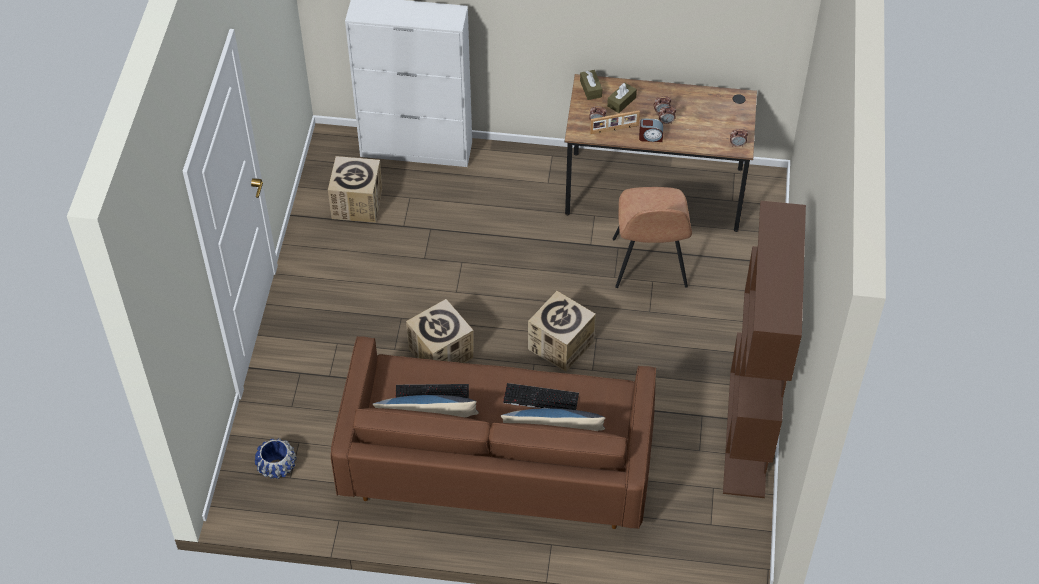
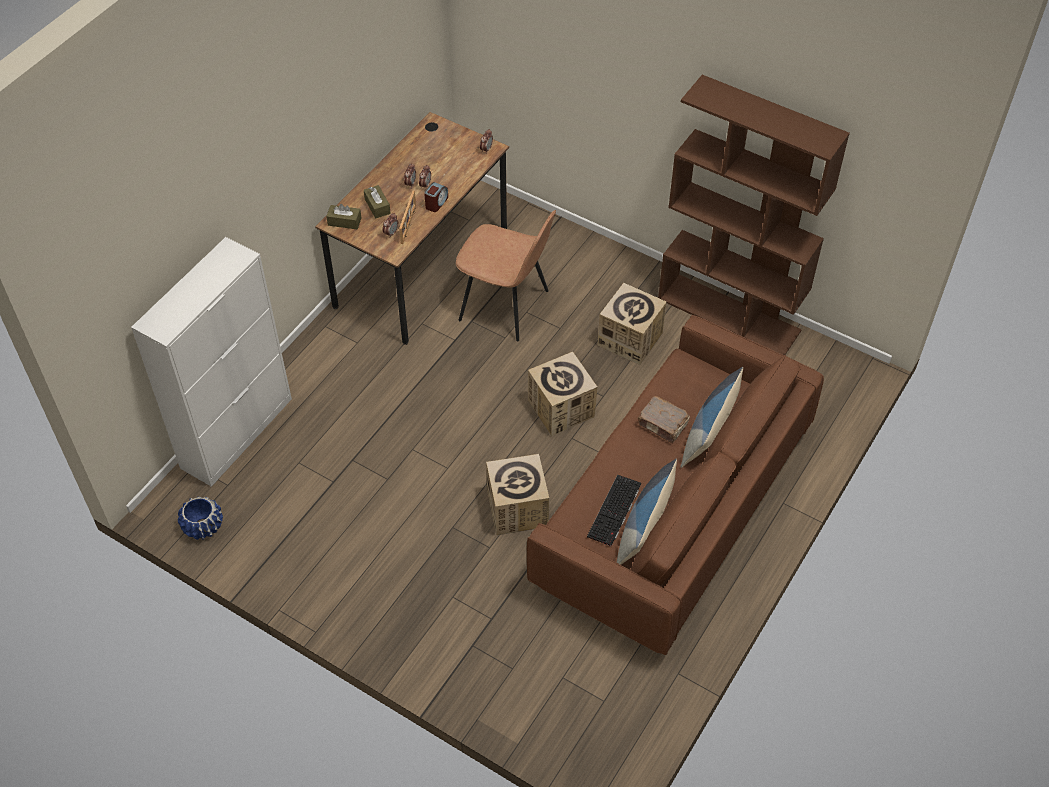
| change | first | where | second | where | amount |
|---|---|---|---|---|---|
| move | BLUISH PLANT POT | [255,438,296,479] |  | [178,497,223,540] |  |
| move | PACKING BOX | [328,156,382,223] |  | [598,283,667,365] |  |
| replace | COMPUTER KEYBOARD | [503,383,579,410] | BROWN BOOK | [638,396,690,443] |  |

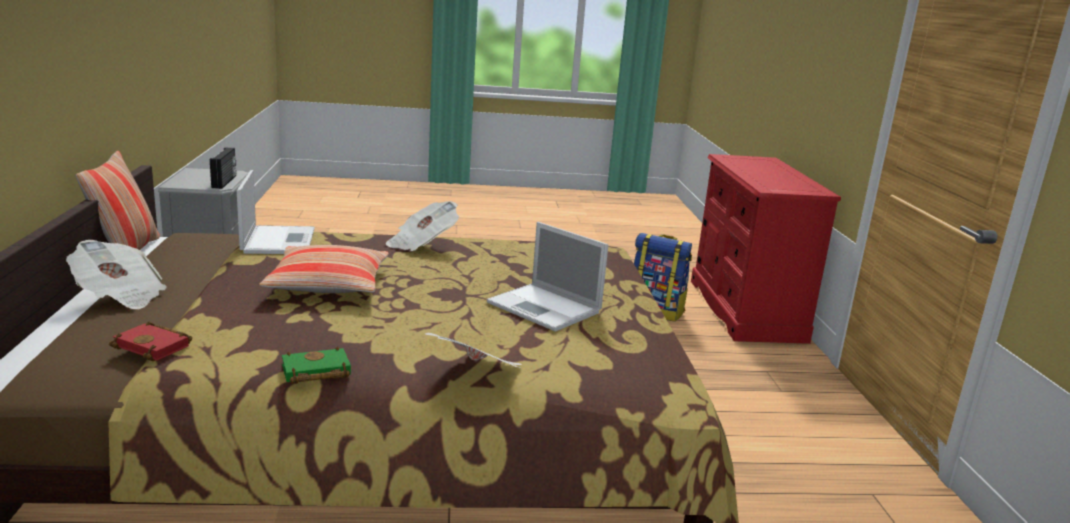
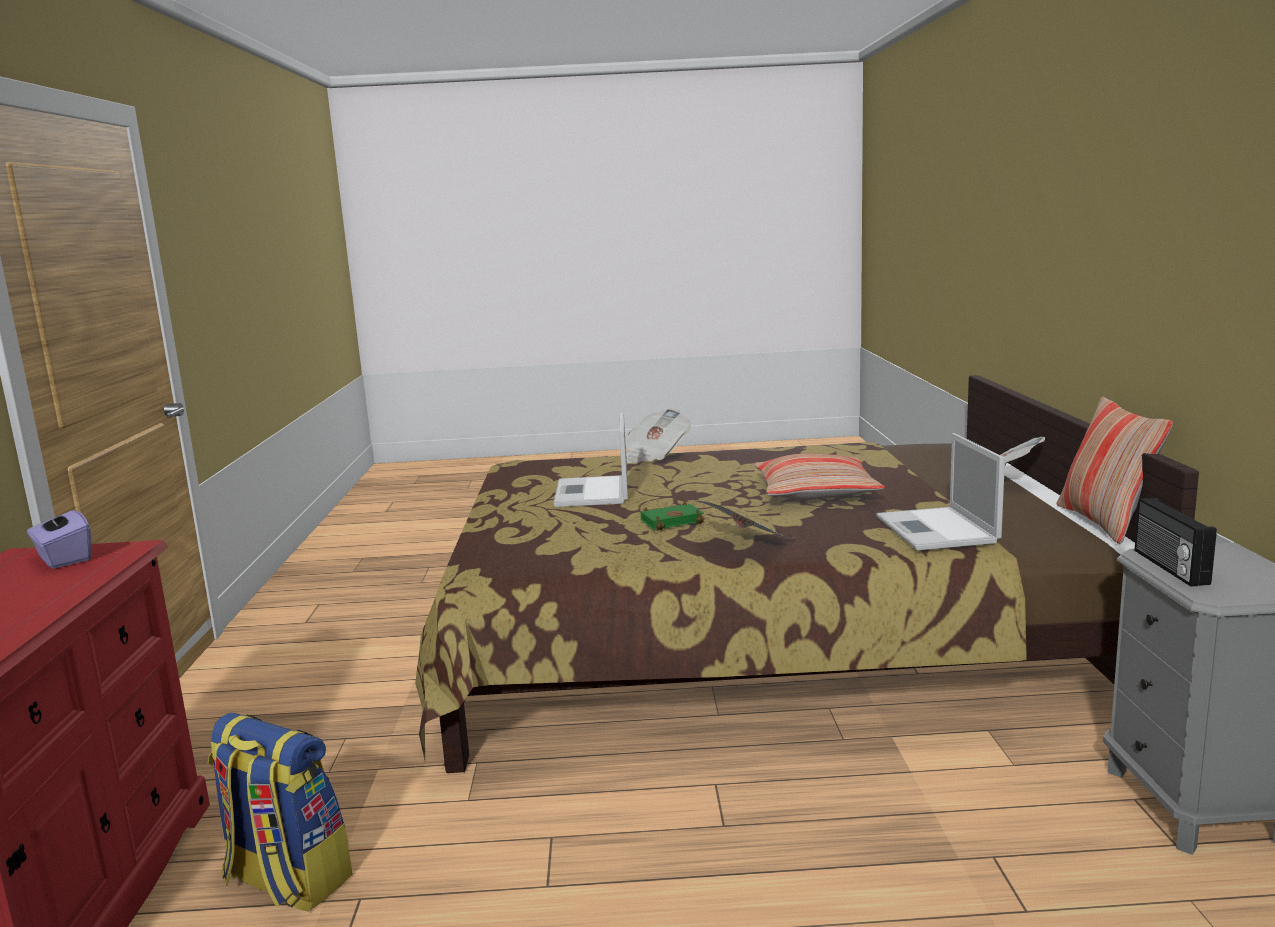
| change | first | where | second | where | amount |
|---|---|---|---|---|---|
| delete | RED-COLOURED BOOK | [109,322,192,361] |  |  |  |
| insert |  |  | PURPLE TISSUE BOX | [27,505,92,569] |  |
| move | GREENISH BOOK | [282,347,351,384] |  | [640,502,704,531] |  |
| rotate | LAPTOP | [487,222,608,332] |  | [553,413,628,507] | 135 degrees counterclockwise |

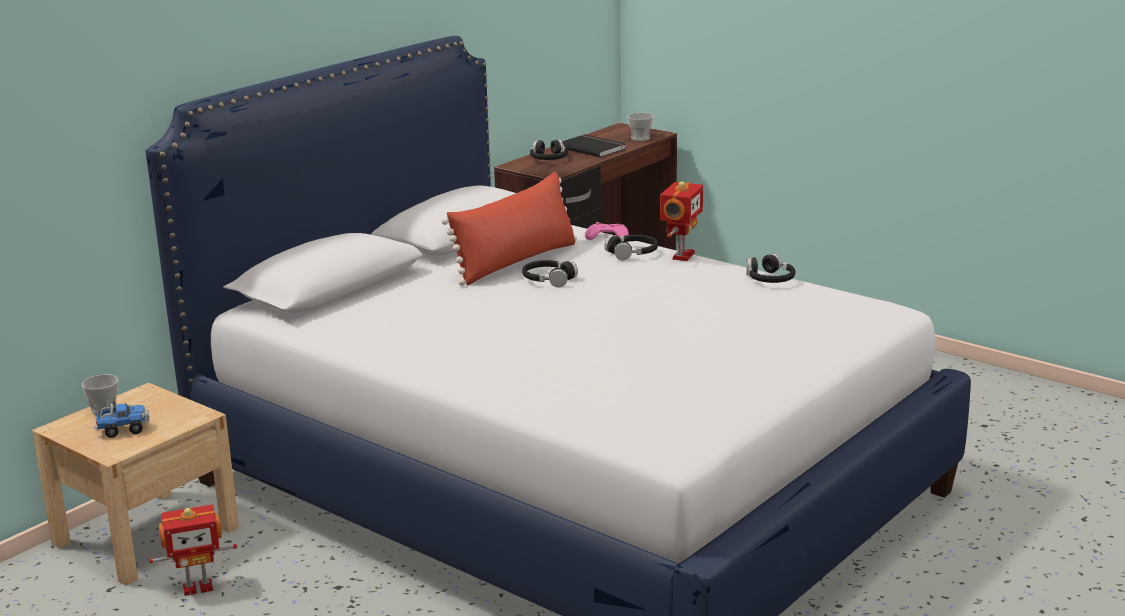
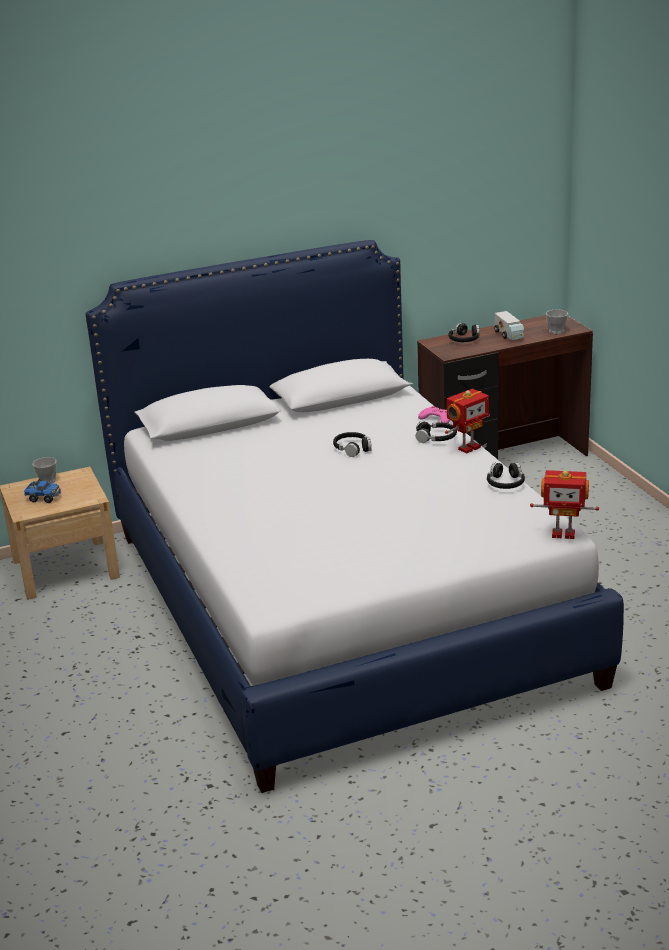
| change | first | where | second | where | amount |
|---|---|---|---|---|---|
| delete | RED-COLOURED THROW PILLOW | [441,172,577,286] |  |  |  |
| move | ROBOT FIGURE | [149,505,237,596] |  | [530,470,599,539] |  |
| replace | BLACKISH BOOK | [562,134,625,158] | MODEL TRUCK | [494,311,524,340] |  |

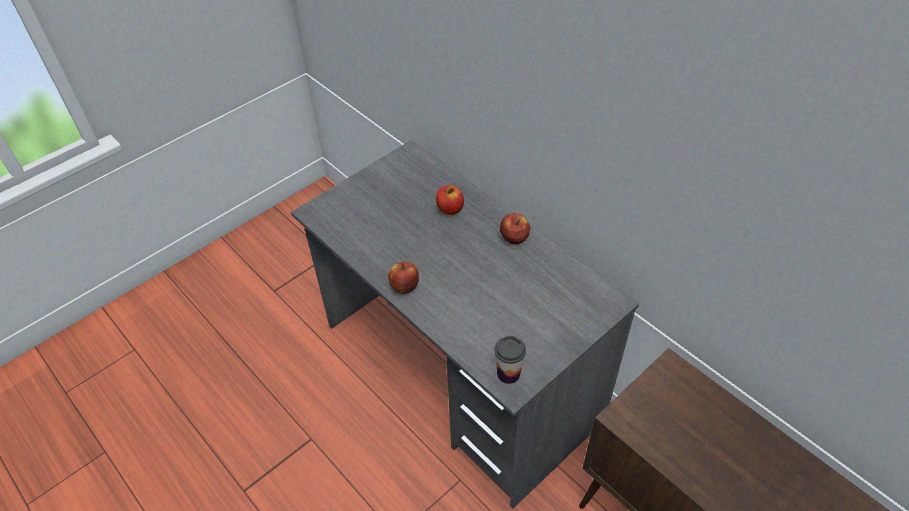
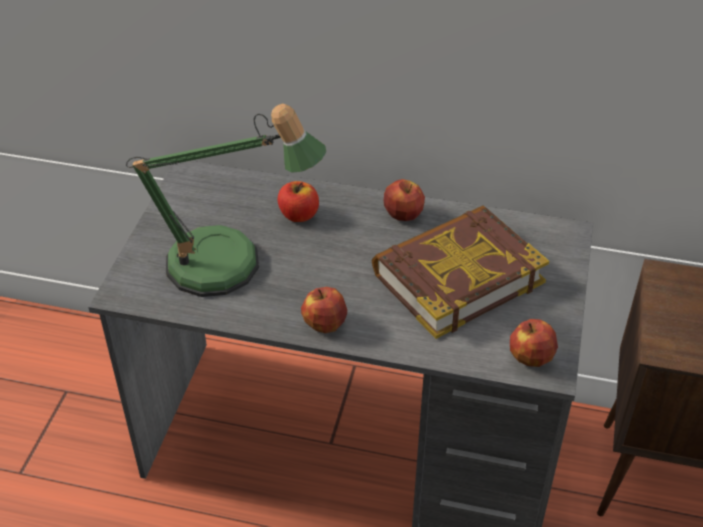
| change | first | where | second | where | amount |
|---|---|---|---|---|---|
| insert |  |  | TABLE LAMP | [126,103,326,297] |  |
| insert |  |  | BOOK | [372,205,549,339] |  |
| replace | SMALL CUP | [494,336,526,384] | APPLE | [510,319,558,367] |  |

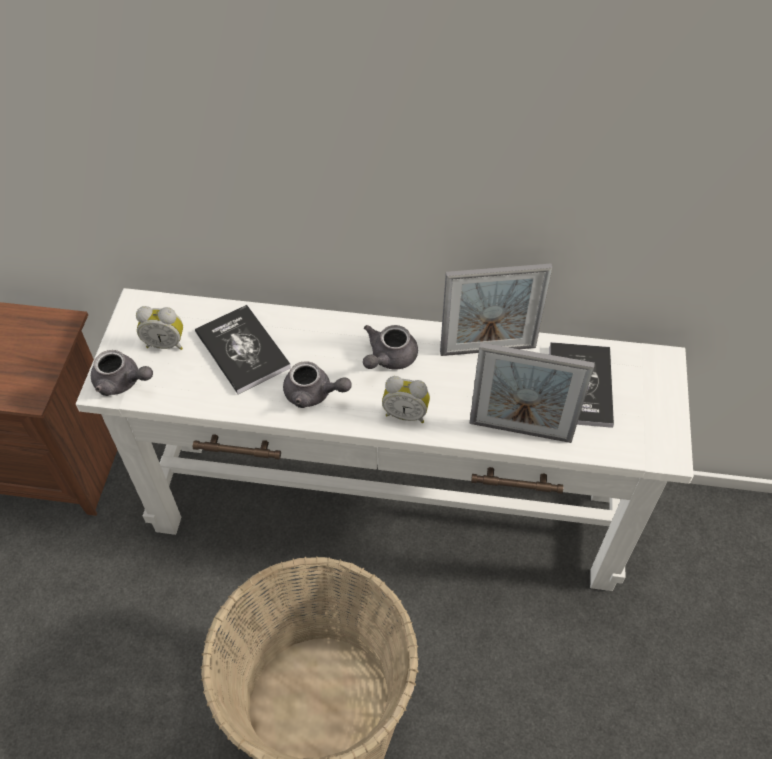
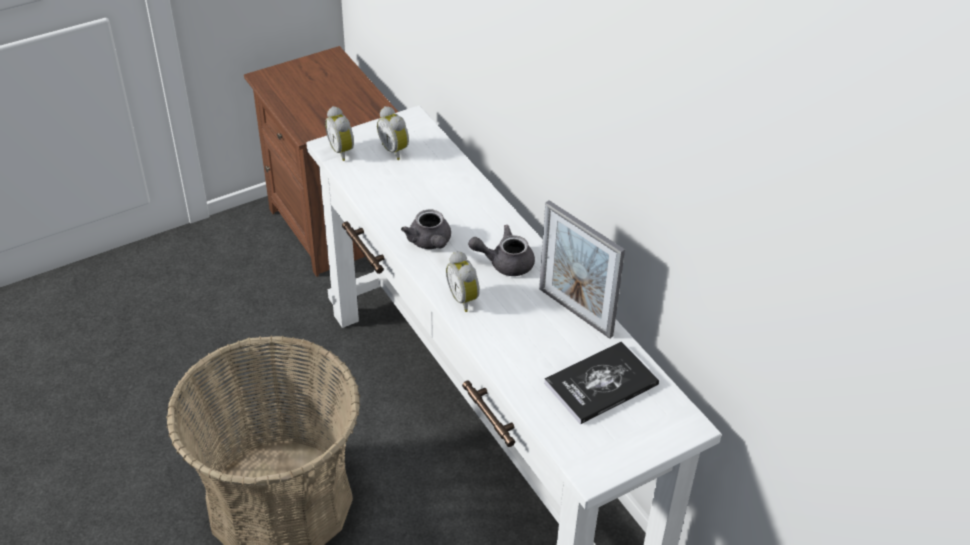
| change | first | where | second | where | amount |
|---|---|---|---|---|---|
| delete | BOOK | [195,305,291,395] |  |  |  |
| delete | STANDING FRAME | [469,342,595,443] |  |  |  |
| replace | GRAY TEAPOT | [91,350,153,396] | BEDSIDE CLOCK | [325,106,354,161] |  |

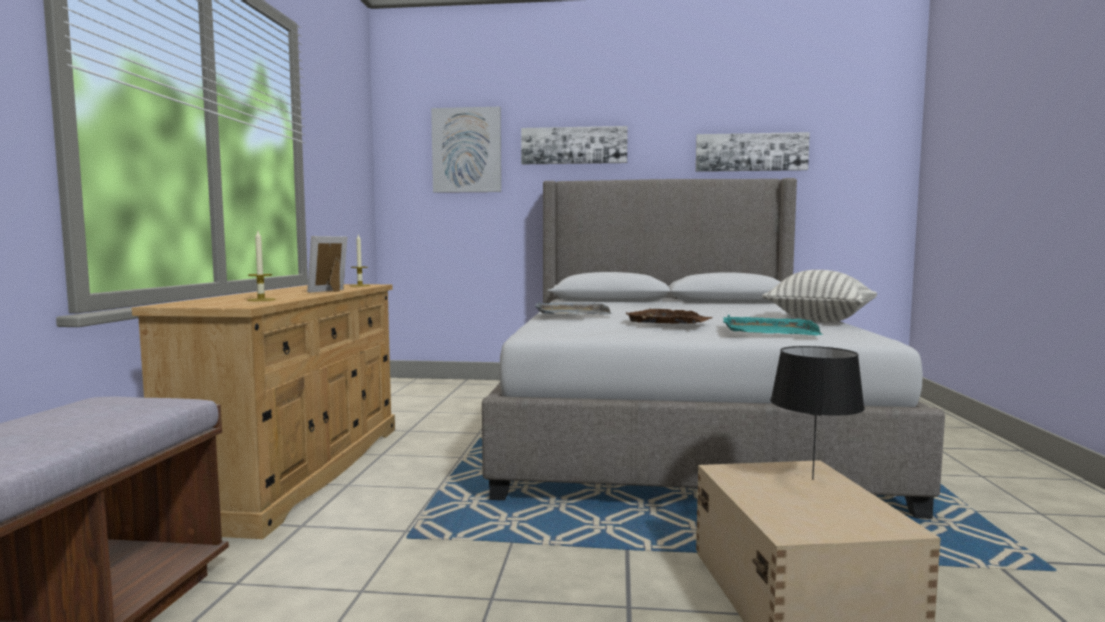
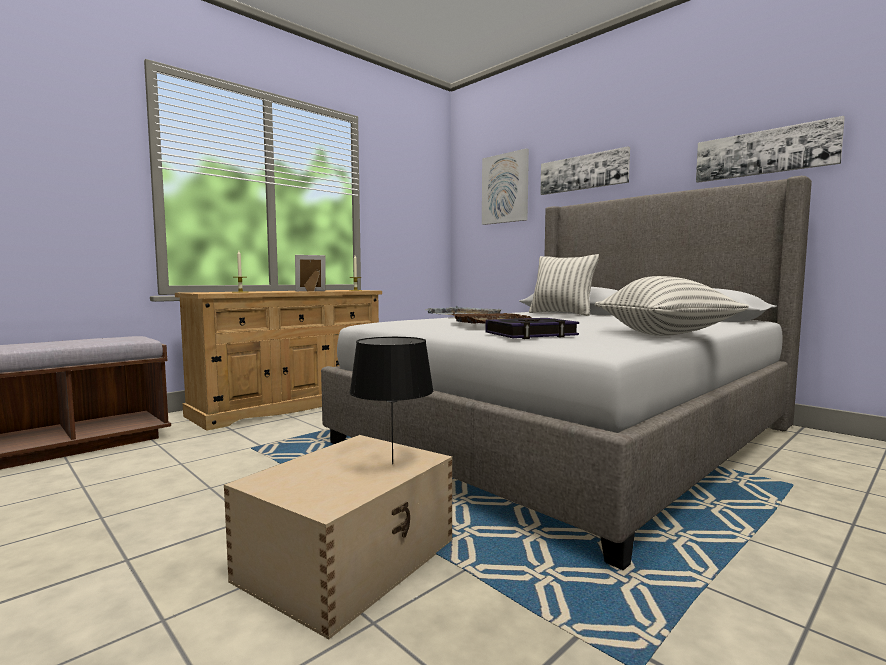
| change | first | where | second | where | amount |
|---|---|---|---|---|---|
| insert |  |  | THROW PILLOW | [529,254,599,316] |  |
| replace | BLUE-GREEN CARRYING TRAY | [723,315,823,335] | BOOK | [485,318,579,339] |  |

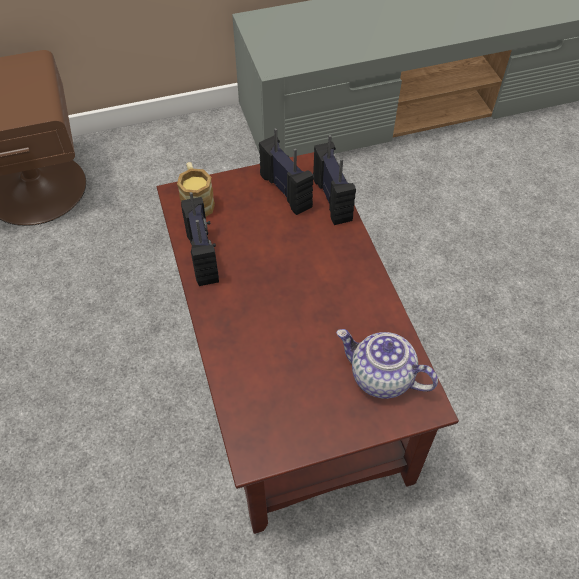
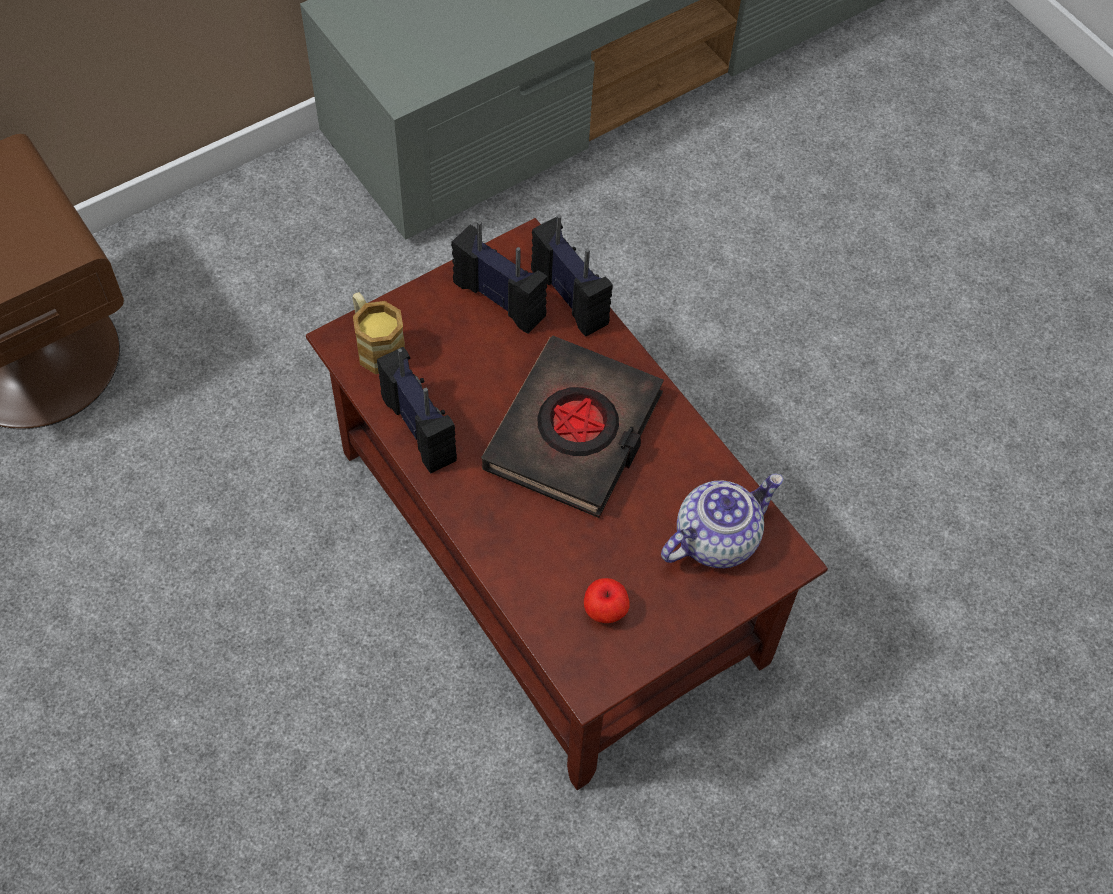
| change | first | where | second | where | amount |
|---|---|---|---|---|---|
| insert |  |  | BLACKISH BOOK | [481,335,664,518] |  |
| insert |  |  | APPLE | [584,578,630,623] |  |
| rotate | TEAPOT | [336,329,438,399] |  | [661,474,783,568] | 135 degrees clockwise |

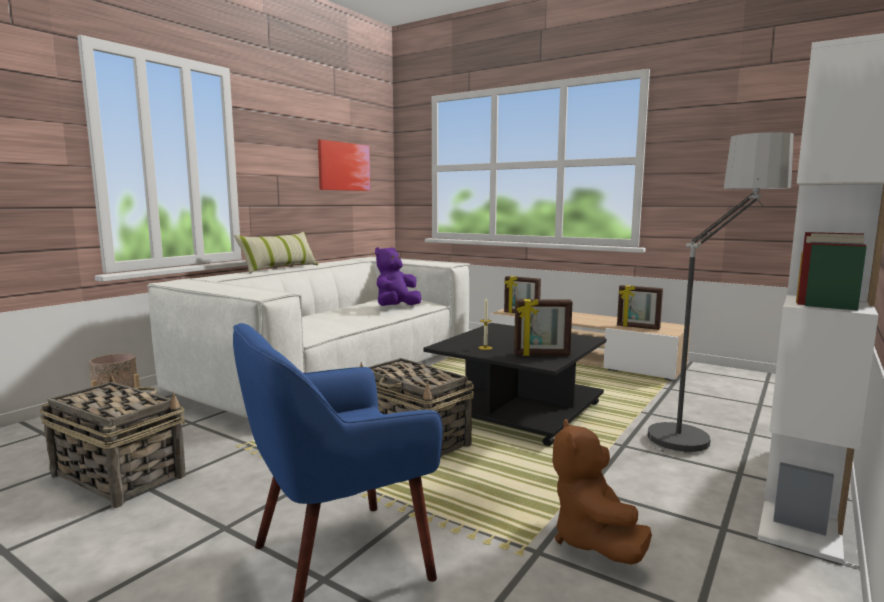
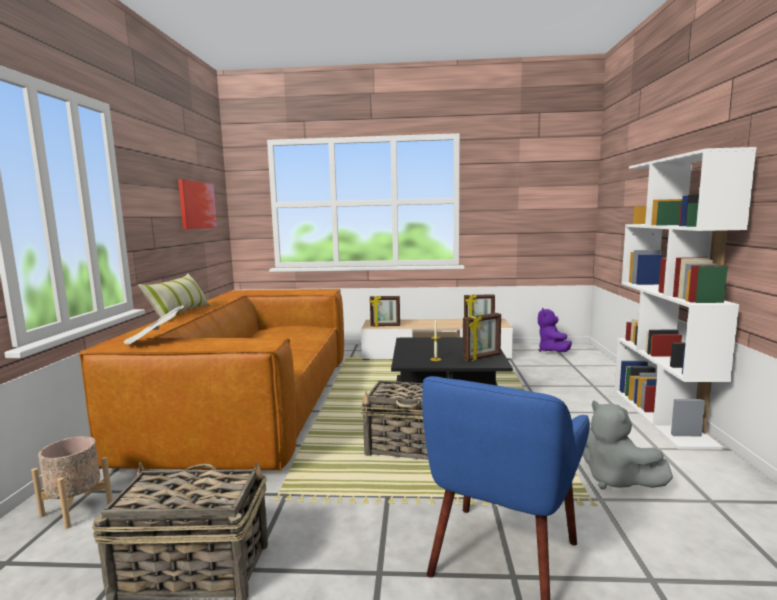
| change | first | where | second | where | amount |
|---|---|---|---|---|---|
| delete | STANDARD LAMP | [647,132,794,454] |  |  |  |
| insert |  |  | PRINTED PAPER | [124,305,184,345] |  |
| move | PURPLE CUDDLY TOY | [375,247,421,306] |  | [538,308,572,352] |  |
| recolor | WHITISH SOFA | [147,257,470,418] | BROWN SOFA | [79,289,344,471] |  |
| recolor | BROWN CUDDLY TOY | [552,419,652,564] | GRAY CUDDLY TOY | [583,400,673,489] |  |

